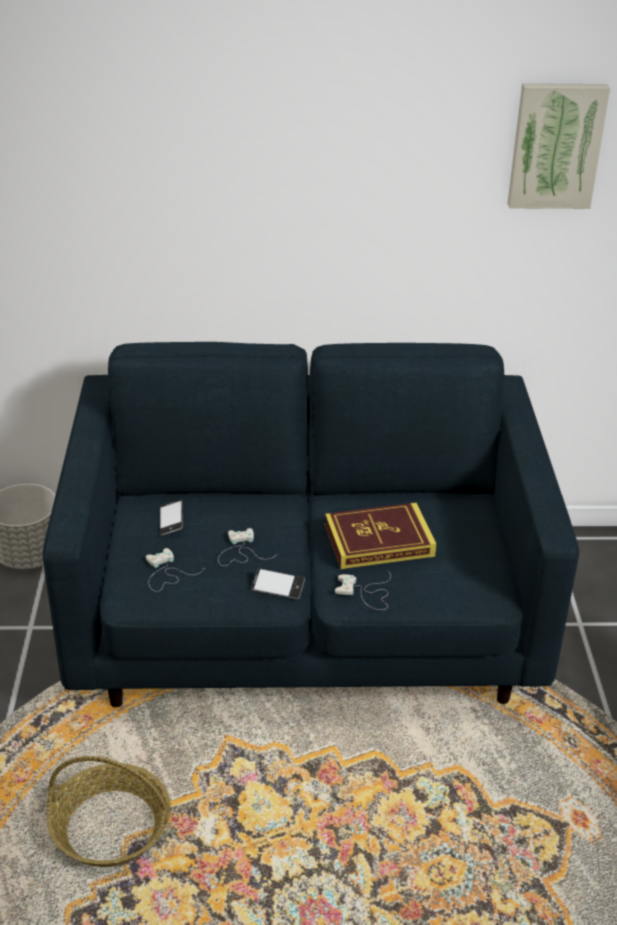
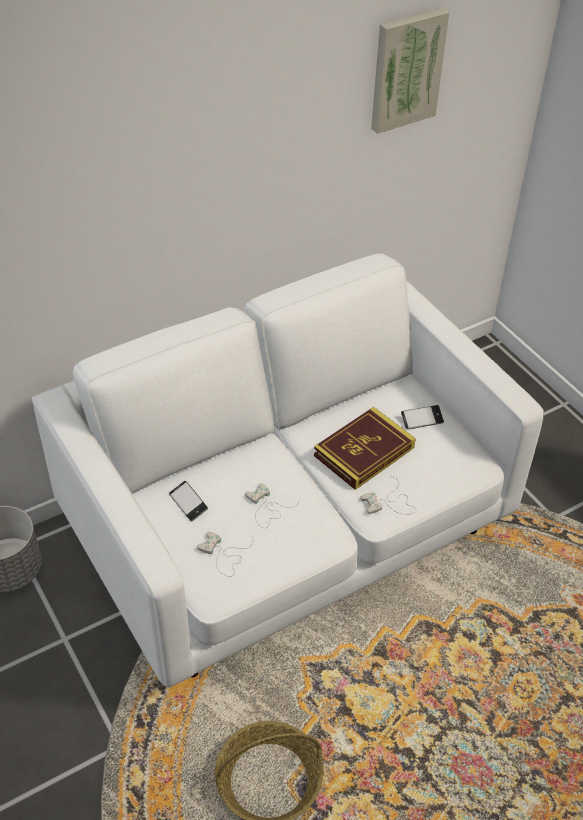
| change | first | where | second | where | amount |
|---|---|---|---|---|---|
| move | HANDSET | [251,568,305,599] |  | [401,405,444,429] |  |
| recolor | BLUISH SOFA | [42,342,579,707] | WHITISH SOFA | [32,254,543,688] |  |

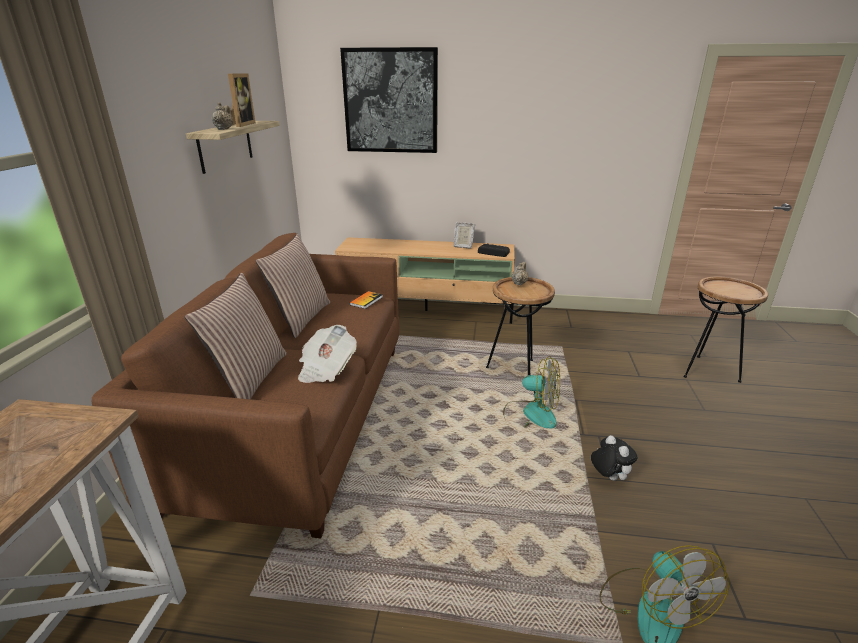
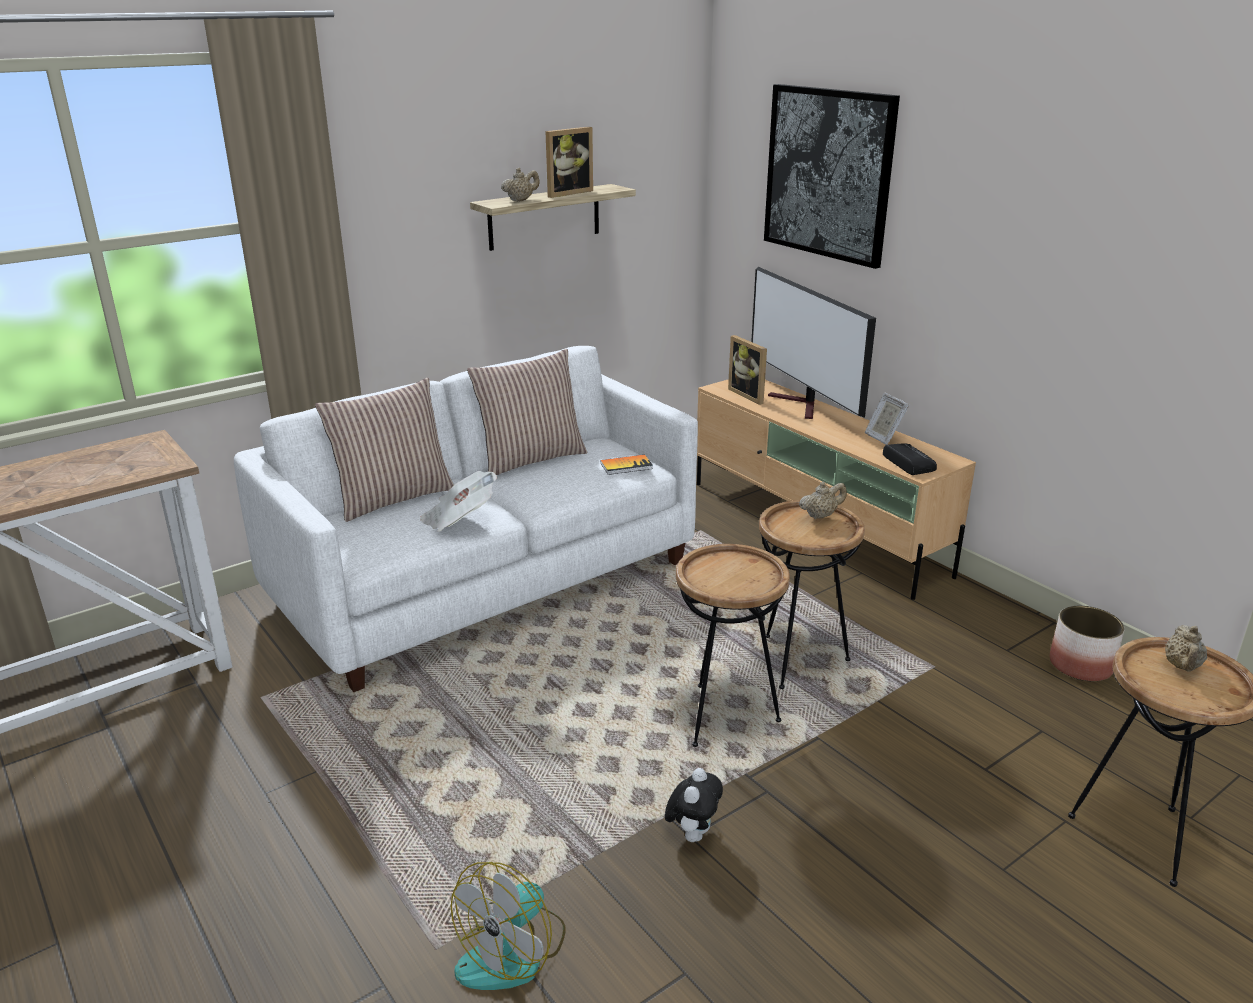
| change | first | where | second | where | amount |
|---|---|---|---|---|---|
| insert |  |  | STANDING FRAME | [728,335,767,405] |  |
| insert |  |  | TELEVISION | [751,267,876,419] |  |
| insert |  |  | PLANT POT | [1049,606,1125,681] |  |
| insert |  |  | BEIGE TEAPOT | [1165,625,1207,672] |  |
| replace | FAN | [503,356,560,429] | BROWN ACCENT TABLE | [676,544,790,747] |  |
| recolor | BROWN SOFA | [91,233,399,539] | WHITISH SOFA | [234,346,698,692] |  |

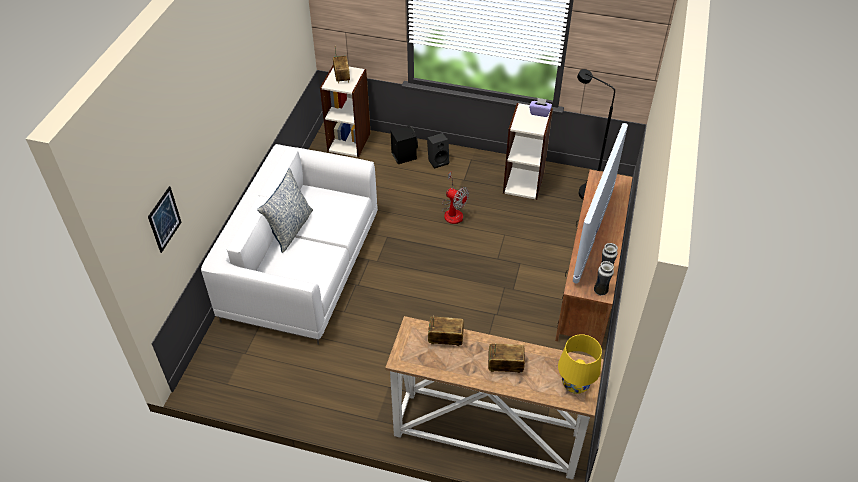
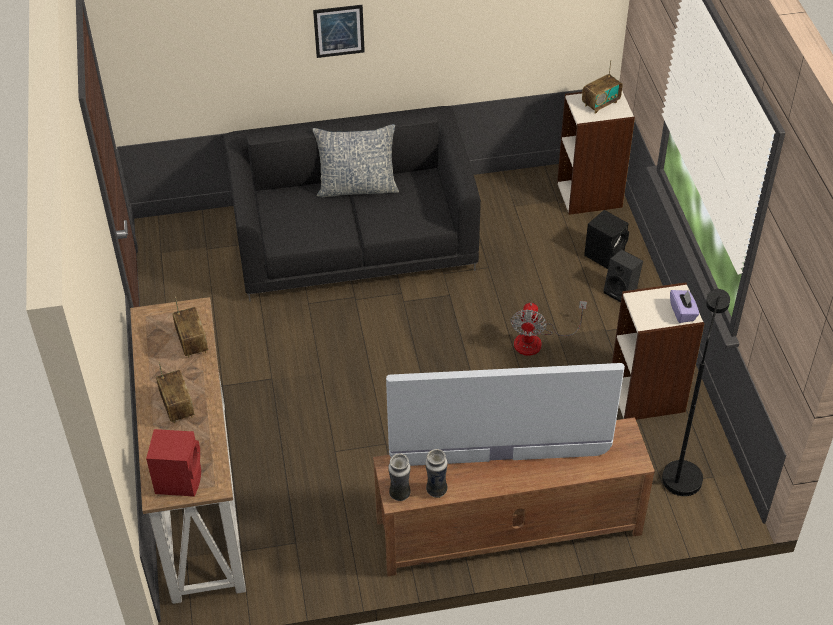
| change | first | where | second | where | amount |
|---|---|---|---|---|---|
| move | WALL PICTURE | [148,186,181,253] |  | [313,5,365,58] |  |
| replace | YELLOWISH TABLE LAMP | [558,334,602,394] | RED-COLOURED AUDIO SPEAKER | [146,429,201,497] |  |
| recolor | WHITISH SOFA | [201,144,378,345] | BLACKISH SOFA | [224,106,481,301] |  |

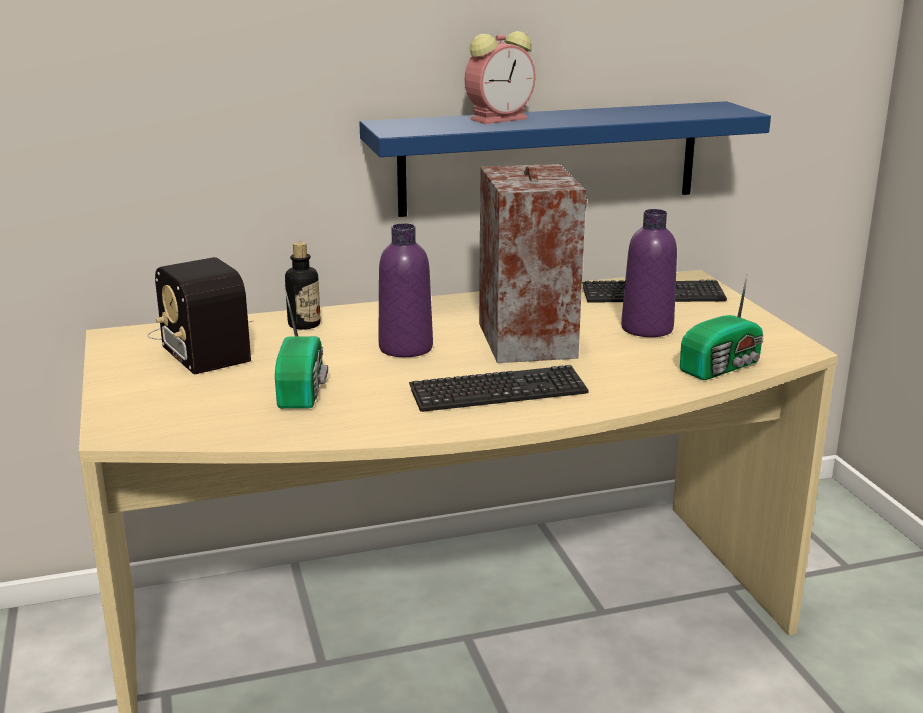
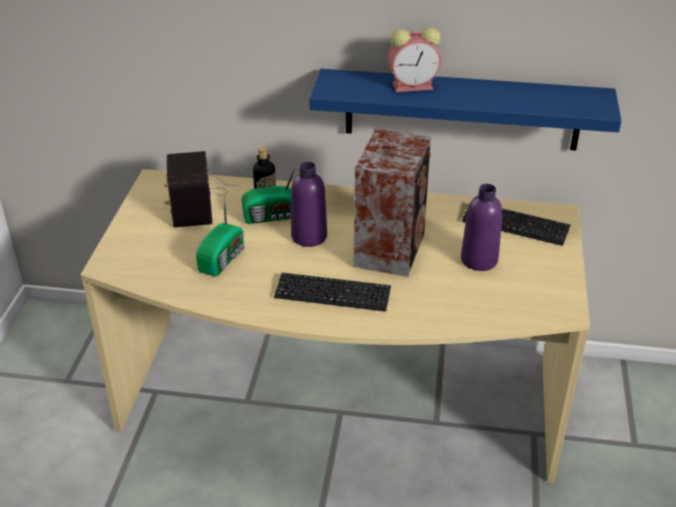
| change | first | where | second | where | amount |
|---|---|---|---|---|---|
| move | RADIO SET | [680,272,764,380] |  | [241,164,297,224] |  |

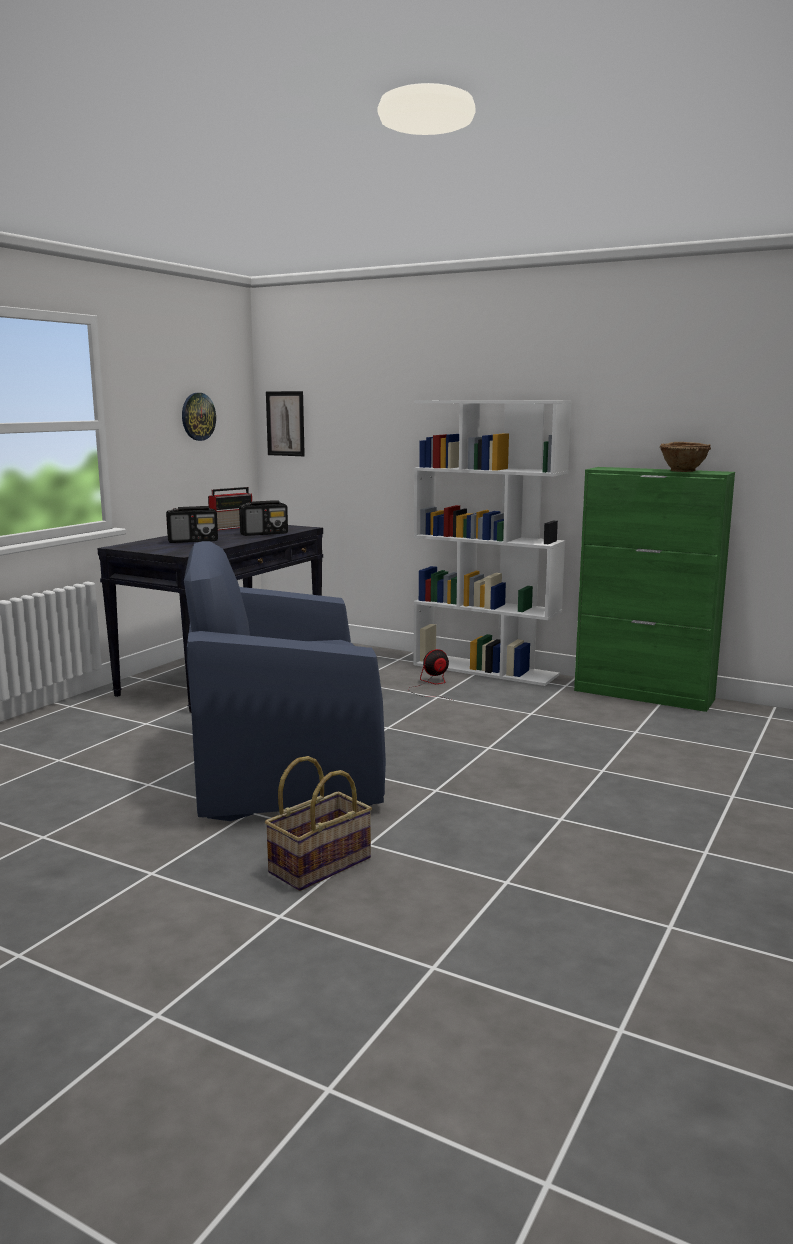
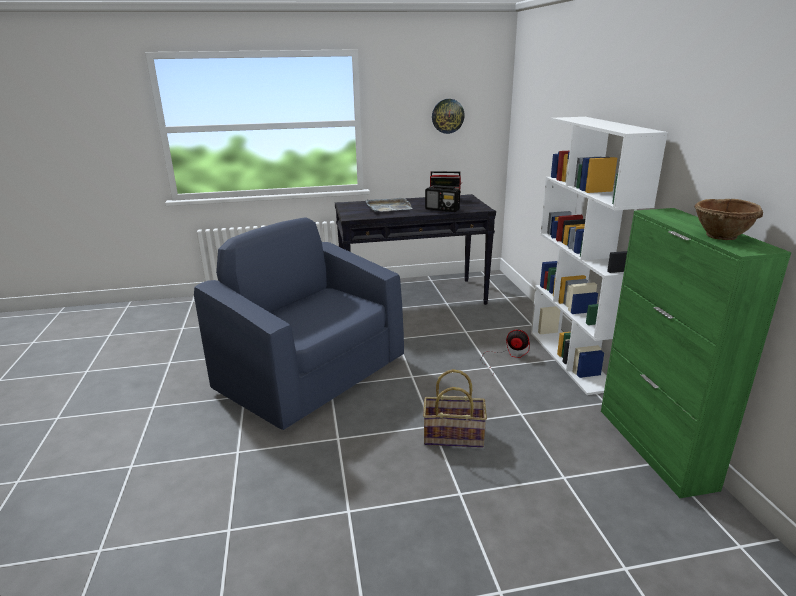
| change | first | where | second | where | amount |
|---|---|---|---|---|---|
| delete | WALL PICTURE | [266,391,305,456] |  |  |  |
| move | BASKET | [265,756,372,891] |  | [423,369,487,448] |  |
| replace | RADIO SET | [166,506,218,543] | GRAY CARRYING TRAY | [366,198,413,212] |  |

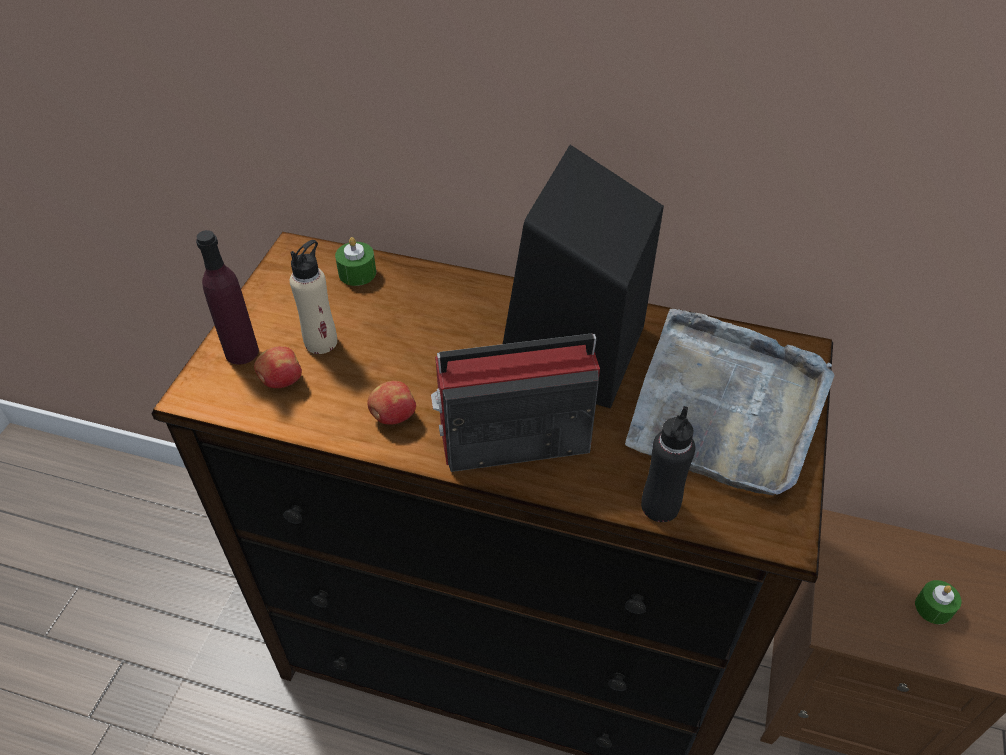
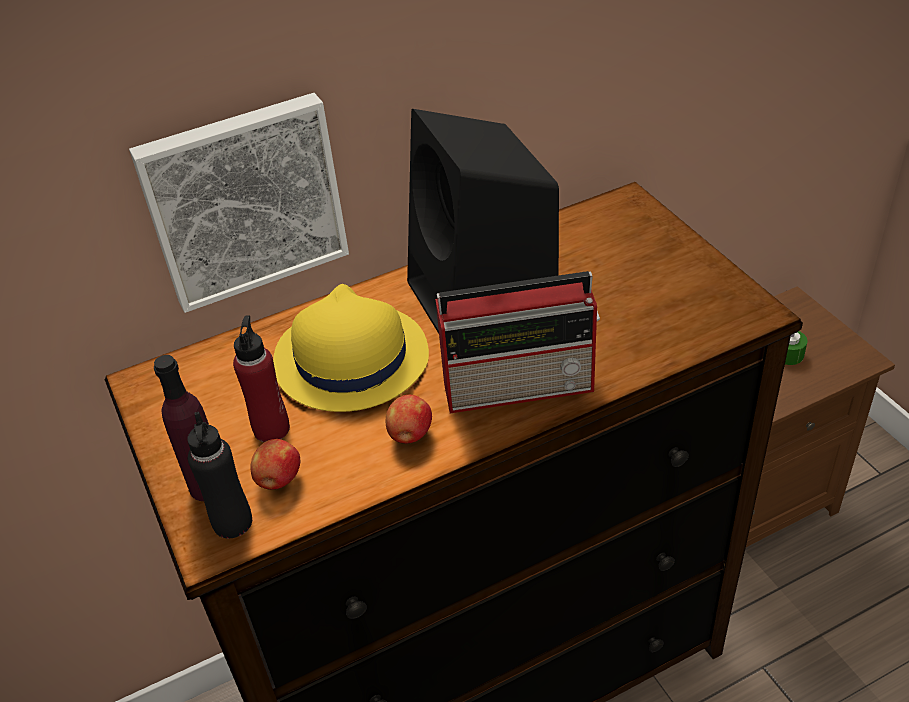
| change | first | where | second | where | amount |
|---|---|---|---|---|---|
| delete | GREENISH CANDLE | [335,237,376,286] |  |  |  |
| delete | GRAY CARRYING TRAY | [625,309,834,495] |  |  |  |
| insert |  |  | WALL PICTURE | [129,93,349,313] |  |
| insert |  |  | YELLOWISH CLOTHING HAT | [273,284,429,412] |  |
| move | BLACKISH BEVERAGE BOTTLE | [641,406,695,522] |  | [187,412,252,538] |  |
| recolor | BEIGE BEVERAGE BOTTLE | [290,240,337,354] | RED-COLOURED BEVERAGE BOTTLE | [233,315,290,442] |  |
| rotate | RADIO SET | [431,334,600,472] |  | [435,271,600,414] | 135 degrees counterclockwise |

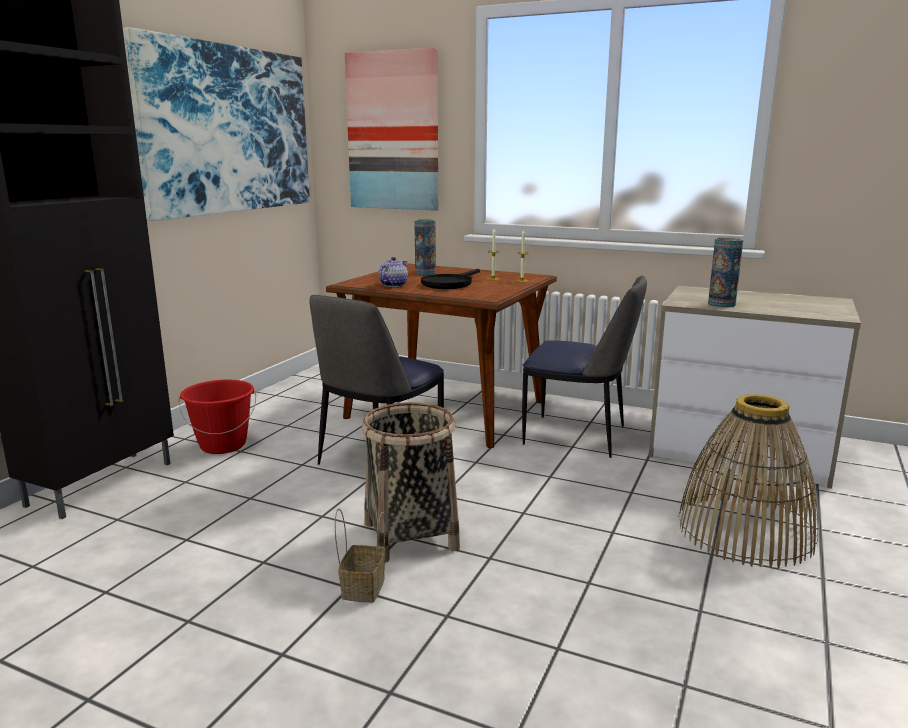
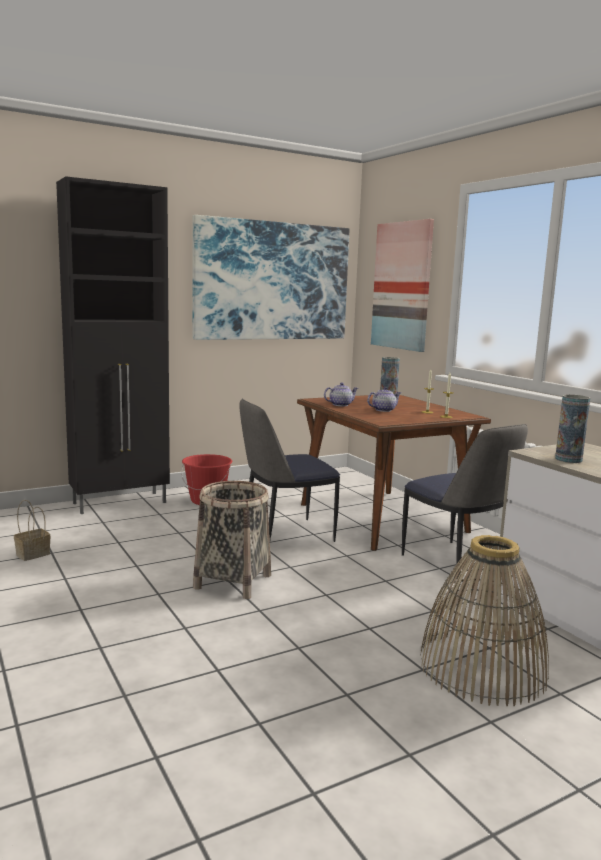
| change | first | where | second | where | amount |
|---|---|---|---|---|---|
| move | BASKET | [335,508,385,603] |  | [14,500,51,561] |  |
| replace | BLACKISH SKILLET | [421,269,480,289] | TEAPOT | [367,387,401,412] |  |

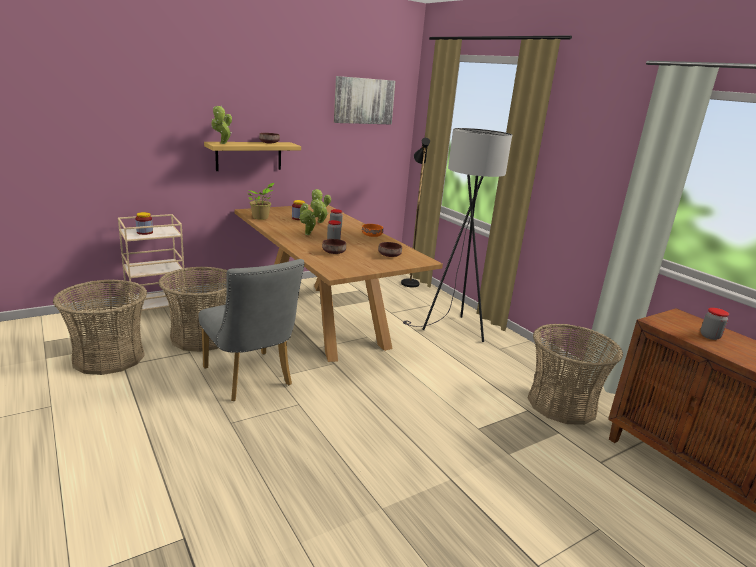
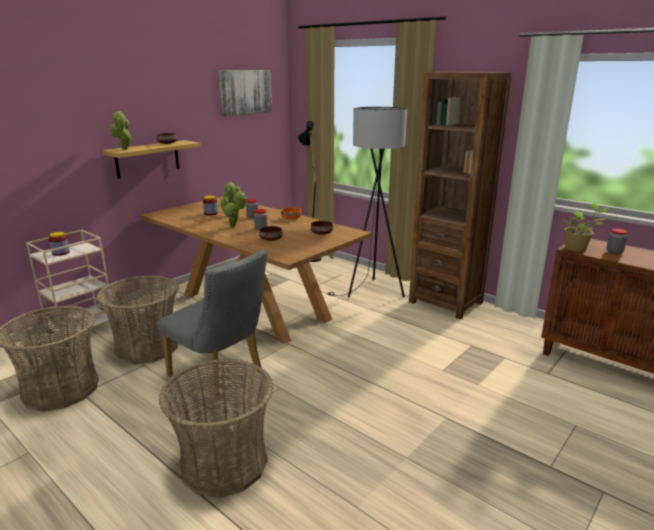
| change | first | where | second | where | amount |
|---|---|---|---|---|---|
| insert |  |  | BROWN BOOKCASE | [409,72,512,320] |  |
| move | POTTED PLANT | [248,183,274,220] |  | [564,203,610,252] |  |
| move | BASKET | [528,323,623,425] |  | [159,359,273,498] |  |

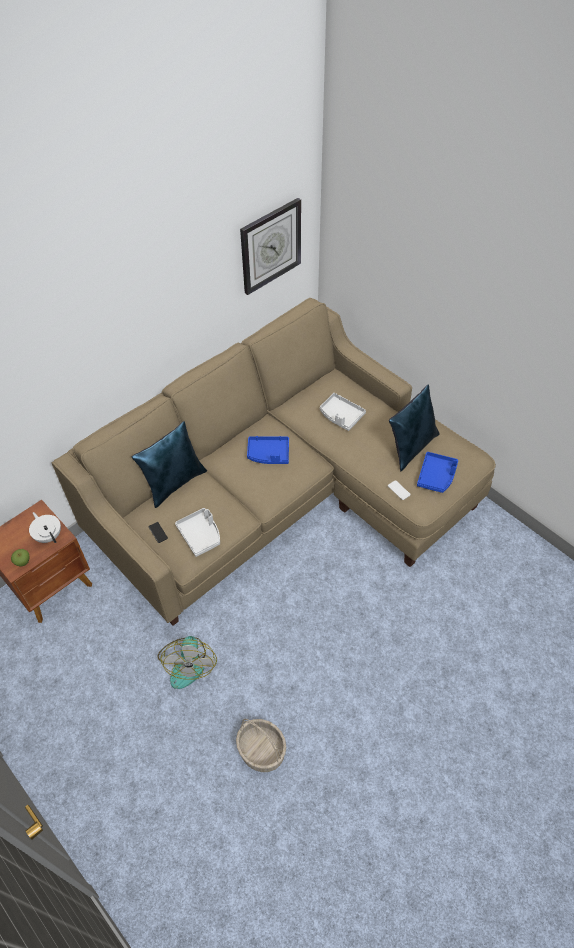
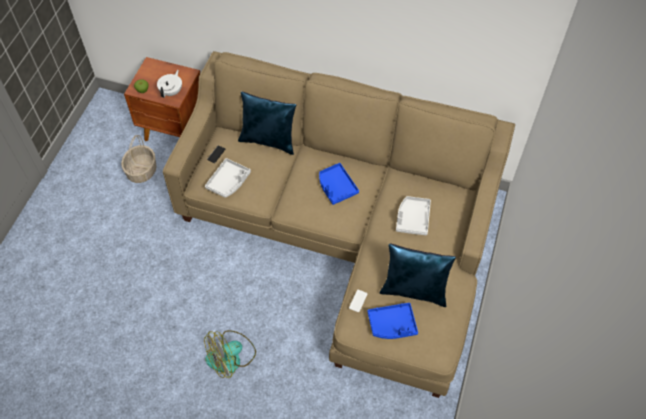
| change | first | where | second | where | amount |
|---|---|---|---|---|---|
| delete | CLOCK ON THE WALL | [240,198,301,295] |  |  |  |
| move | FAN | [157,636,217,689] |  | [204,330,256,378] |  |
| move | BASKET | [236,719,286,772] |  | [121,135,157,183] |  |

